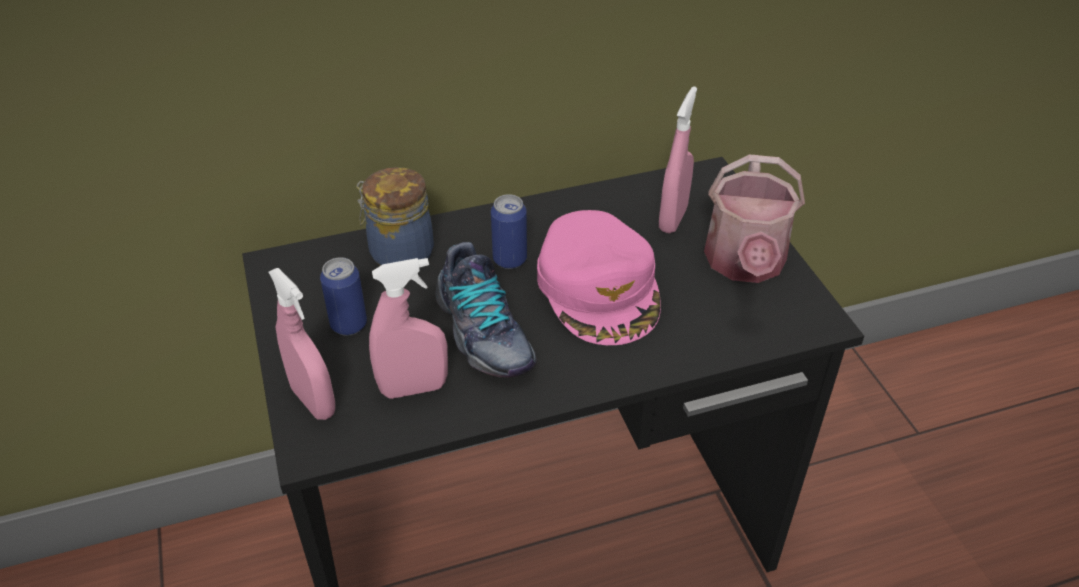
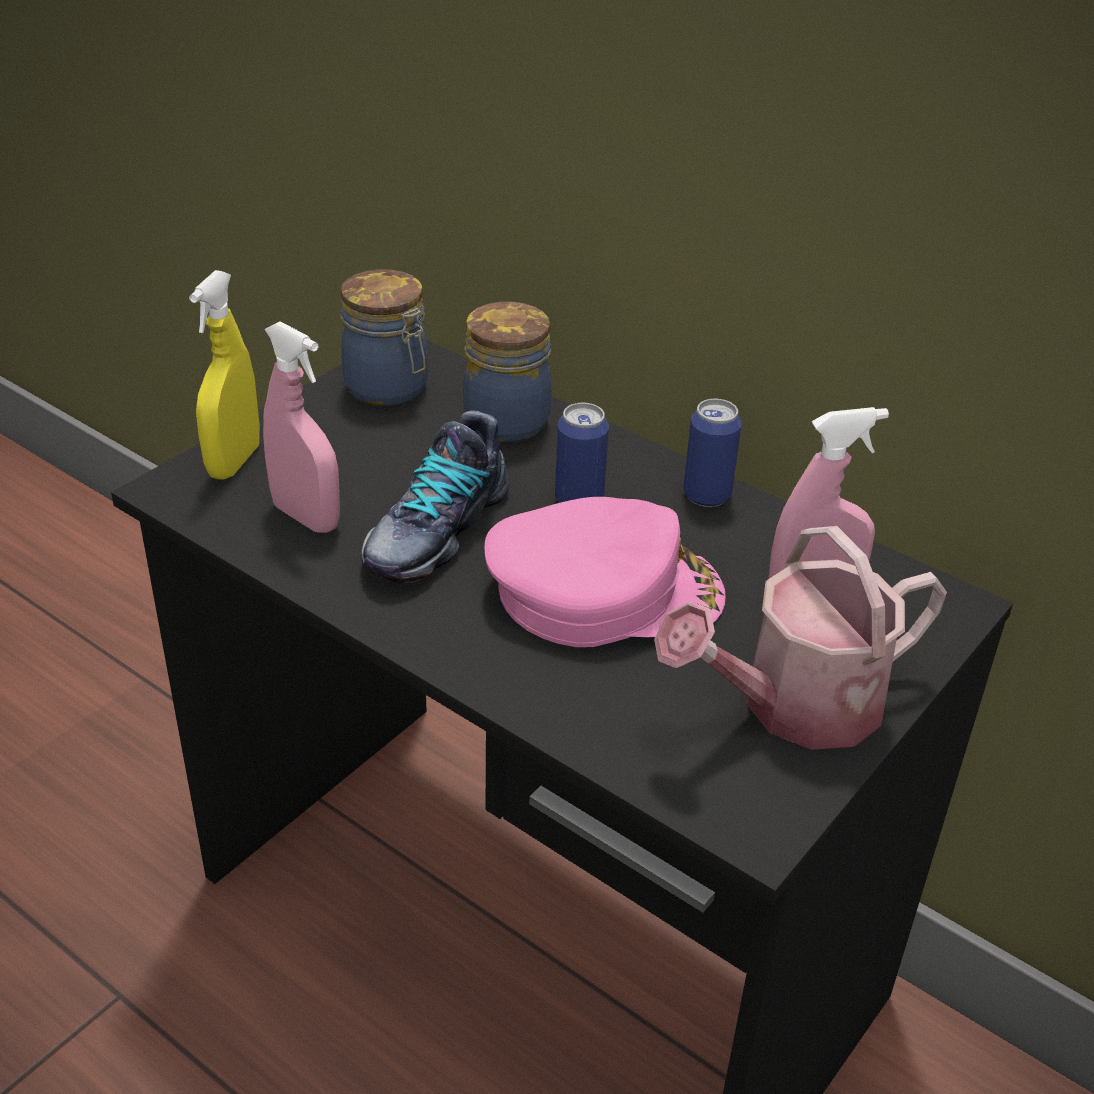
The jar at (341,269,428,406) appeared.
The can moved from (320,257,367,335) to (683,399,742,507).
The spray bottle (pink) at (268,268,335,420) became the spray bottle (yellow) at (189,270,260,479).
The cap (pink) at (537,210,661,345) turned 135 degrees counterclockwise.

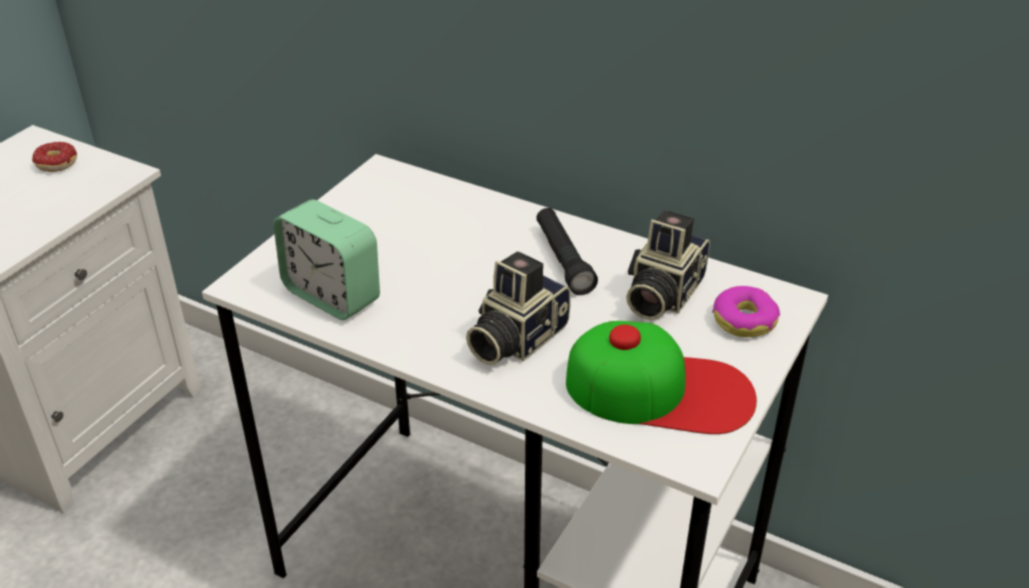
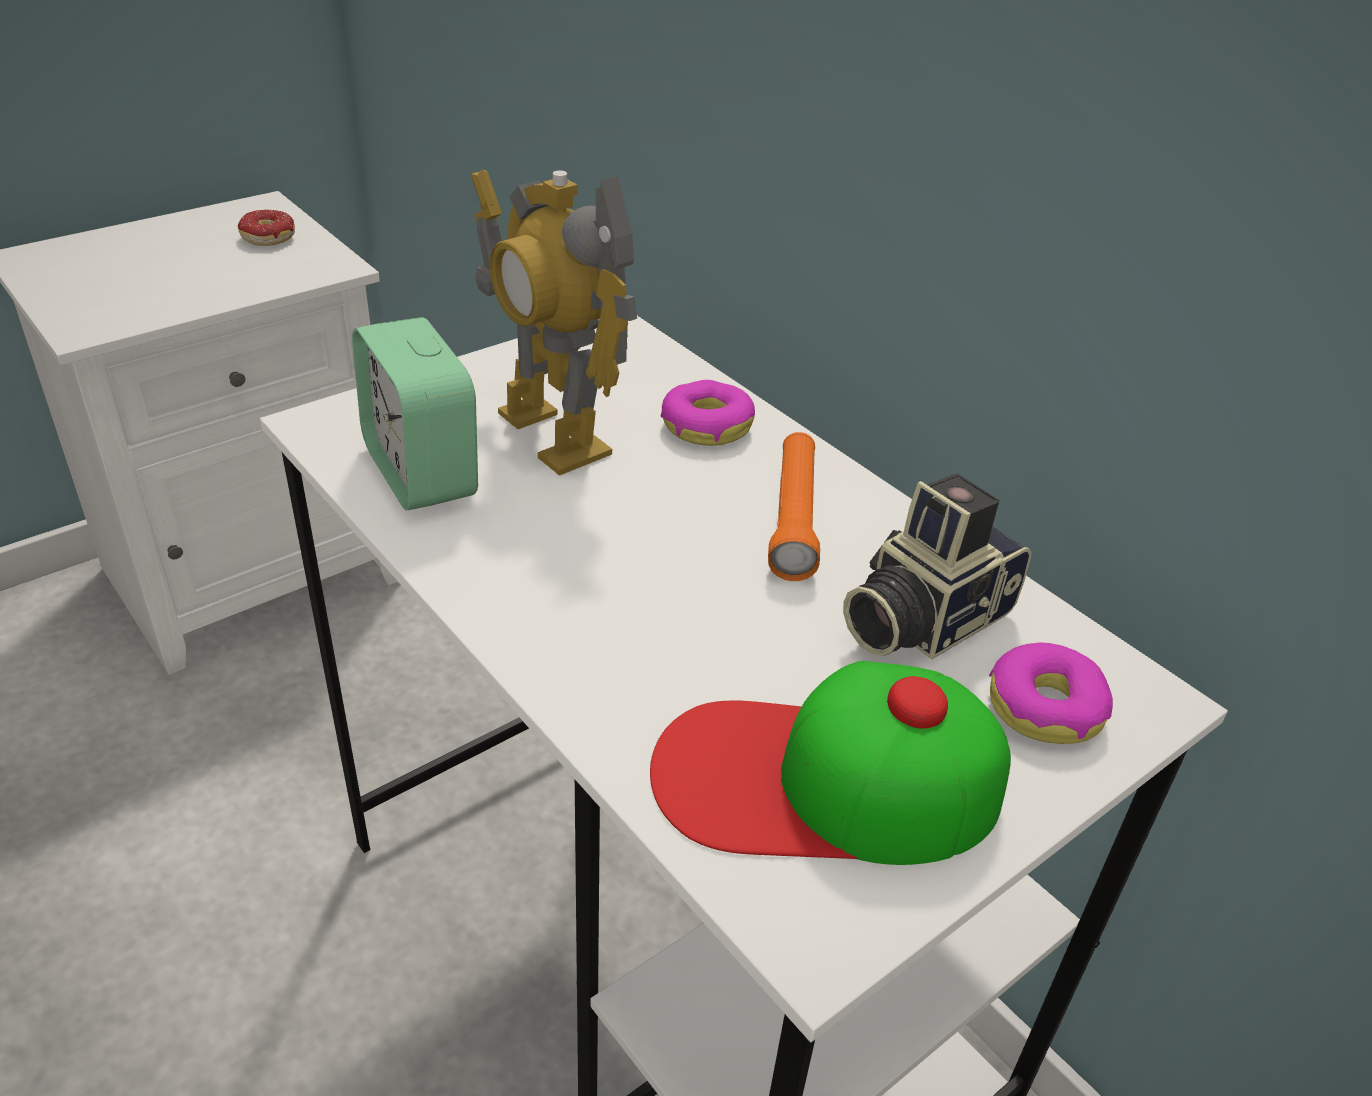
The photo camera at (466,251,571,365) disappeared.
The toy robot at (471,169,637,476) appeared.
The donut at (661,380,755,446) appeared.
The flashlight (black) at (536,208,598,295) became the flashlight (orange) at (768,432,820,581).
The cap at (566,321,757,434) turned 150 degrees clockwise.

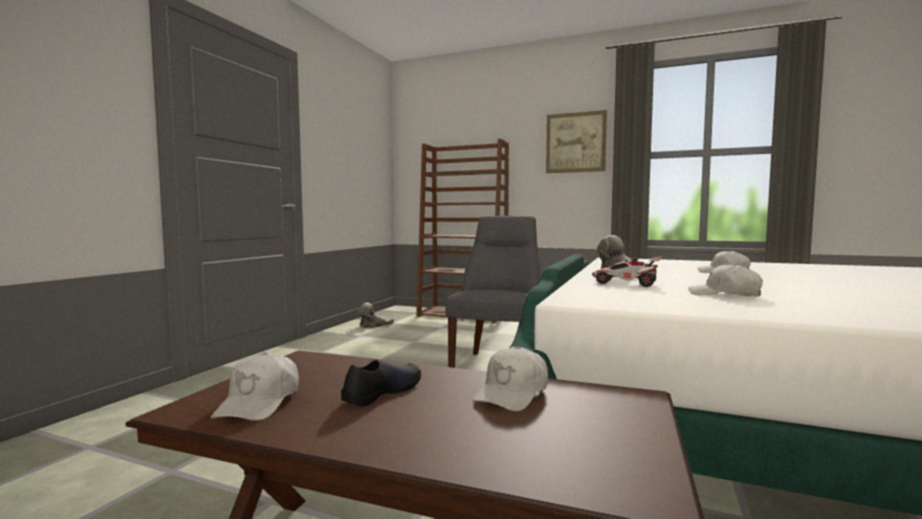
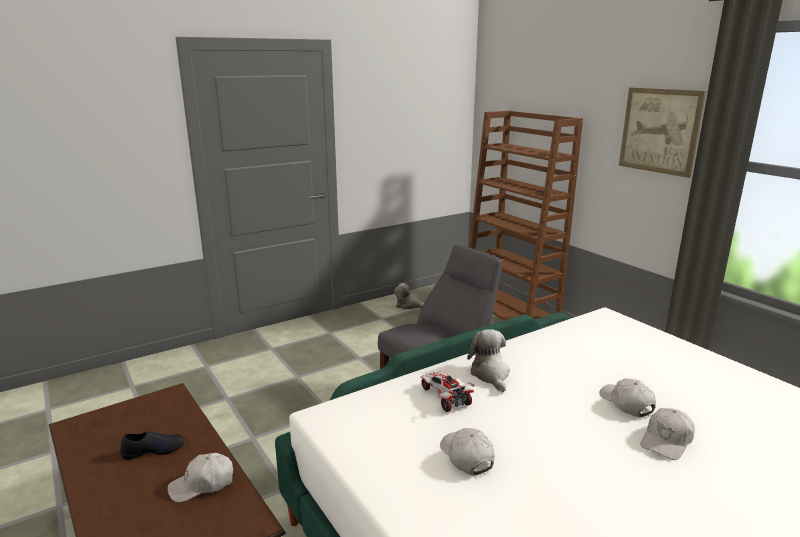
The cap (white) moved from (211,352,299,421) to (641,408,695,460).

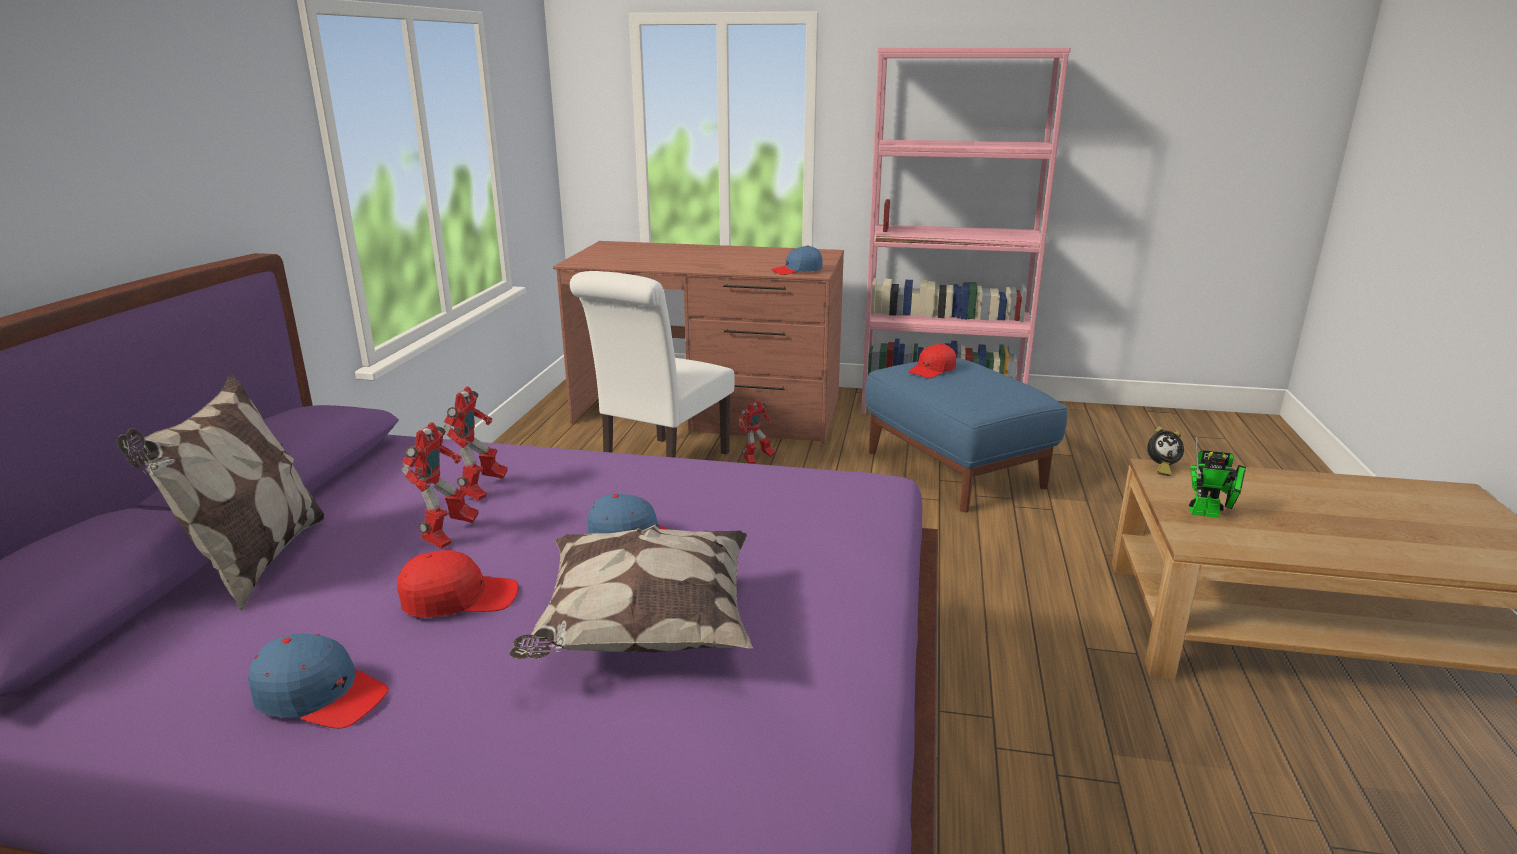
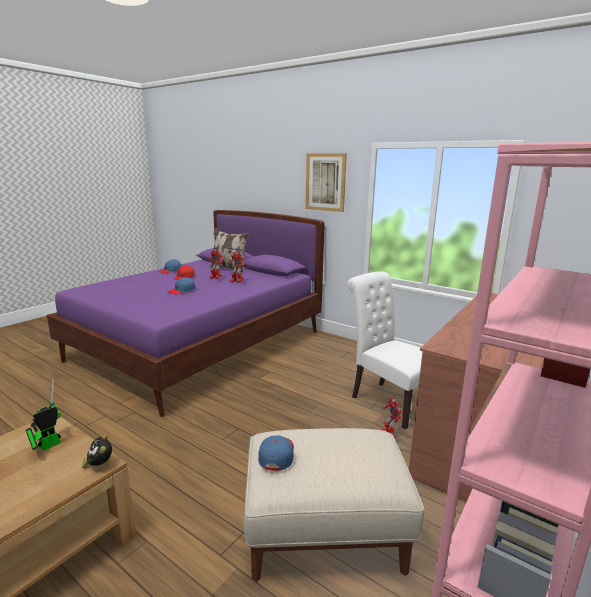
The pillow at (509,525,753,659) disappeared.
The cap (red) at (908,343,956,378) disappeared.
The picture at (305,153,347,212) appeared.
The cap (blue) moved from (771,245,823,275) to (258,435,294,471).
The ottoman (blue) at (865,358,1067,512) became the ottoman (beige) at (244,428,424,582).
The alarm clock at (1147,426,1184,476) turned 45 degrees counterclockwise.

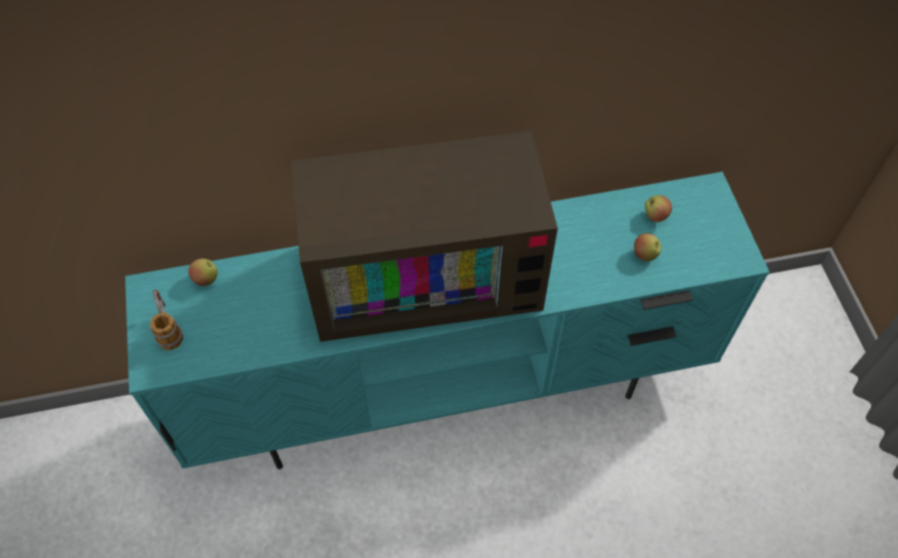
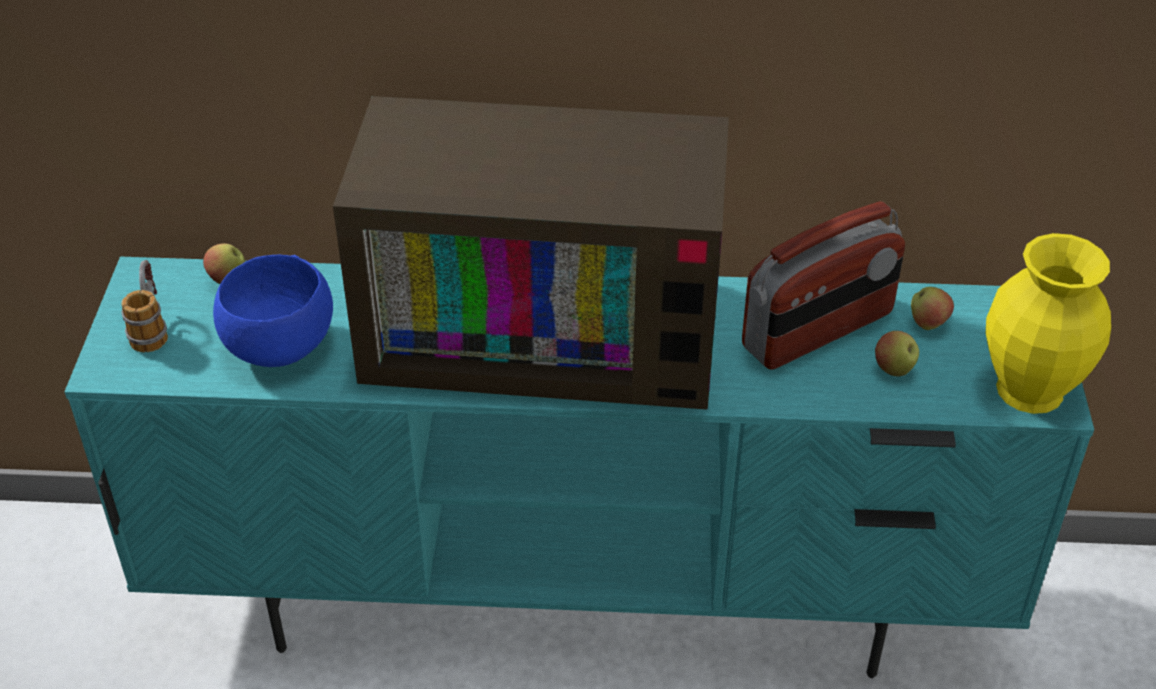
The bowl (blue) at (213,255,333,367) appeared.
The radio at (742,201,905,370) appeared.
The vase (yellow) at (986,233,1111,414) appeared.

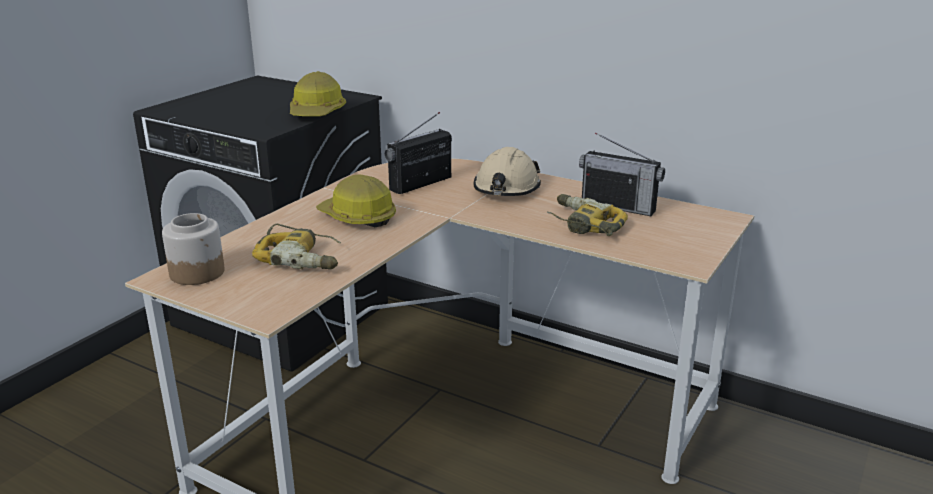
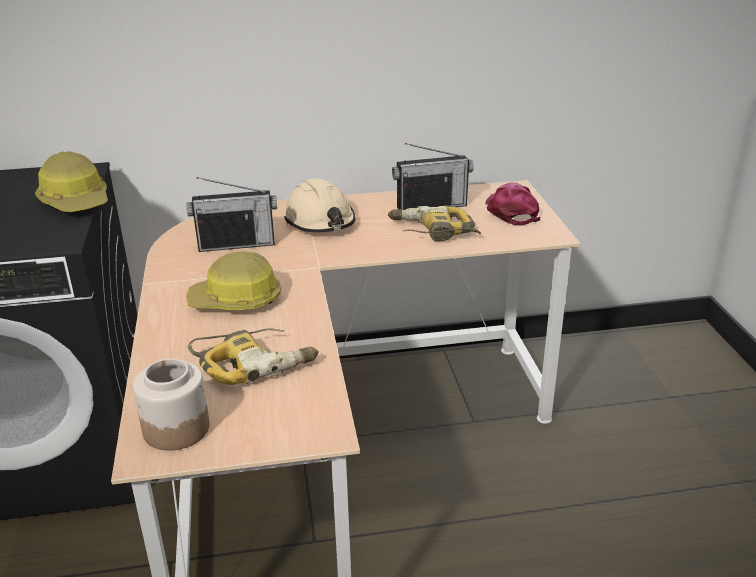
The cap (pink) at (485,182,540,225) appeared.
The radio at (384,112,452,194) turned 105 degrees counterclockwise.

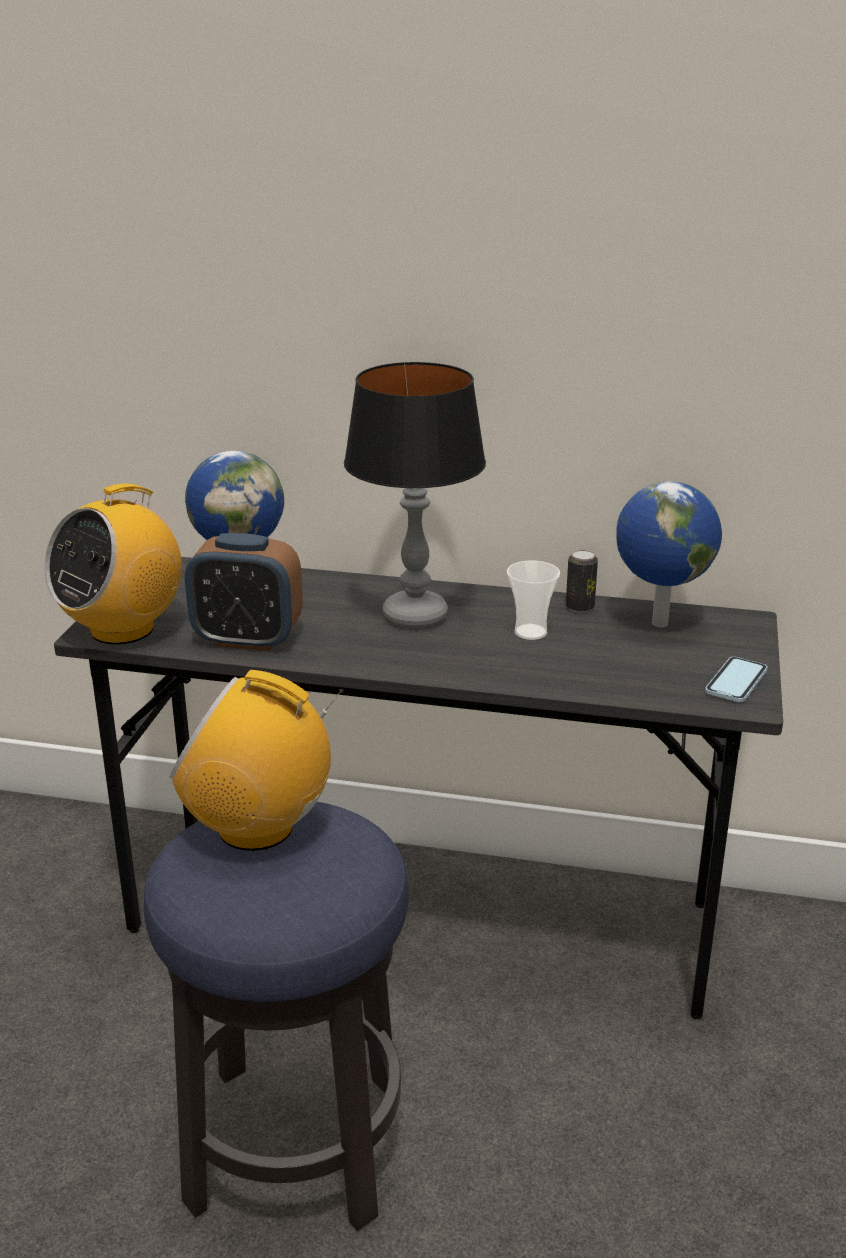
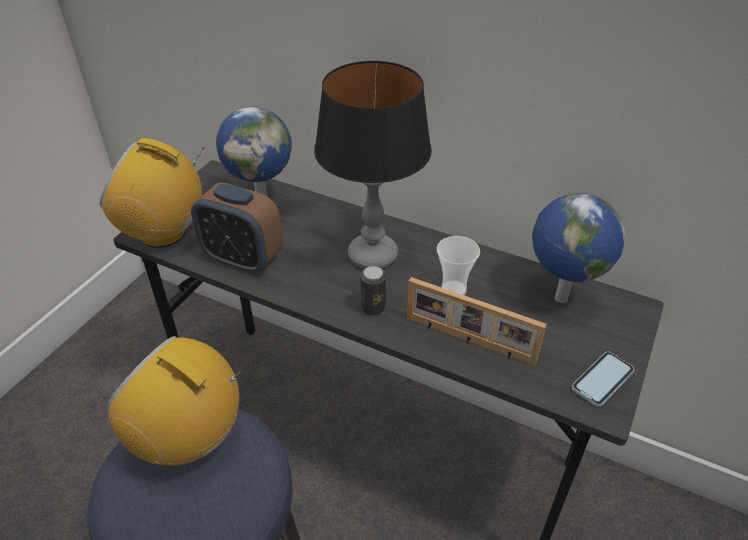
The picture frame at (407,277,547,366) appeared.
The can moved from (566,550,598,612) to (360,266,386,315).
The radio at (44,484,182,644) turned 45 degrees clockwise.

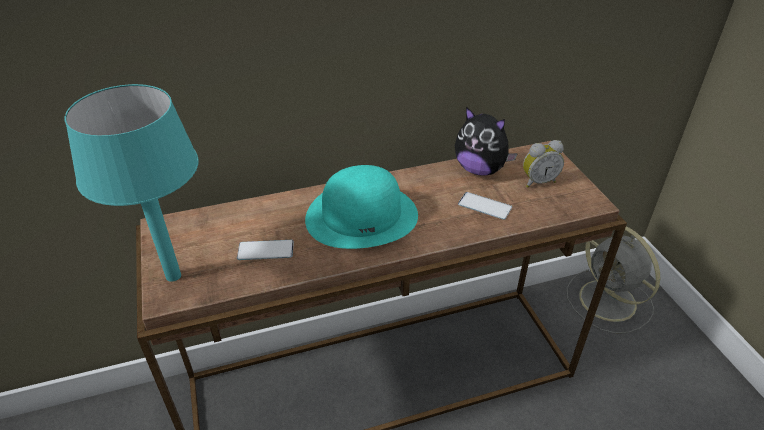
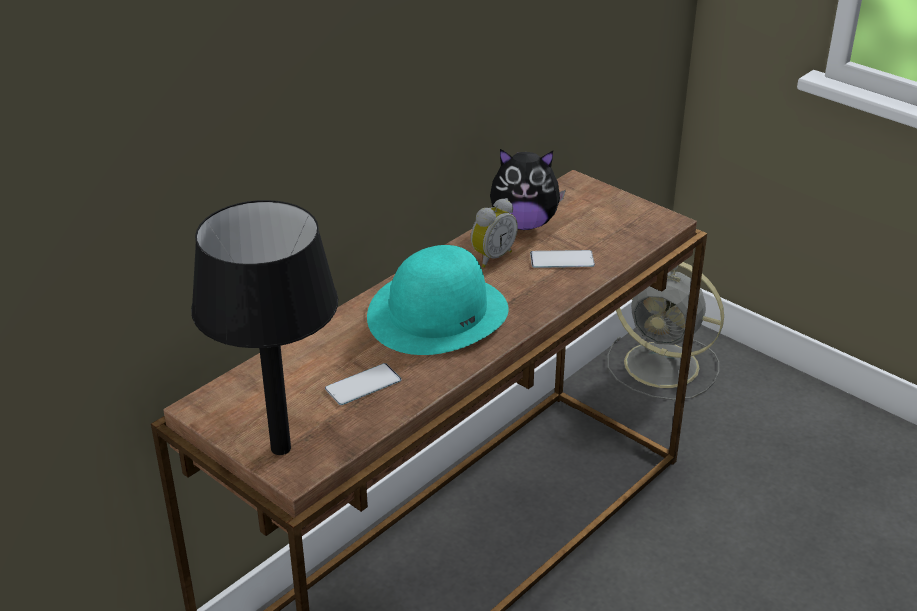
The alarm clock moved from (523,140,564,188) to (471,198,518,268).
The table lamp (turquoise) at (65,84,199,282) became the table lamp (black) at (191,200,338,455).

